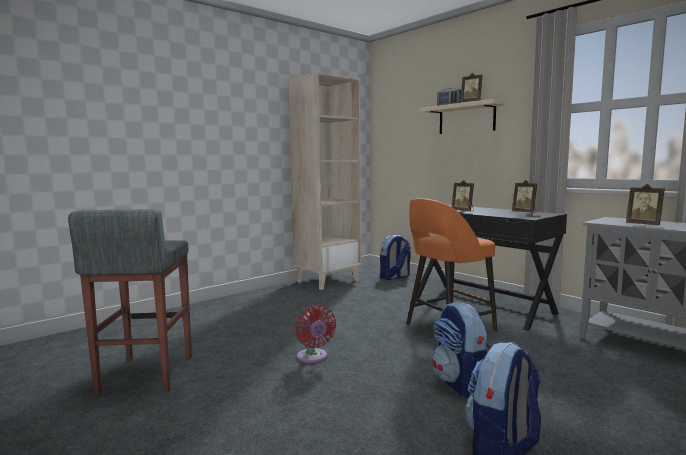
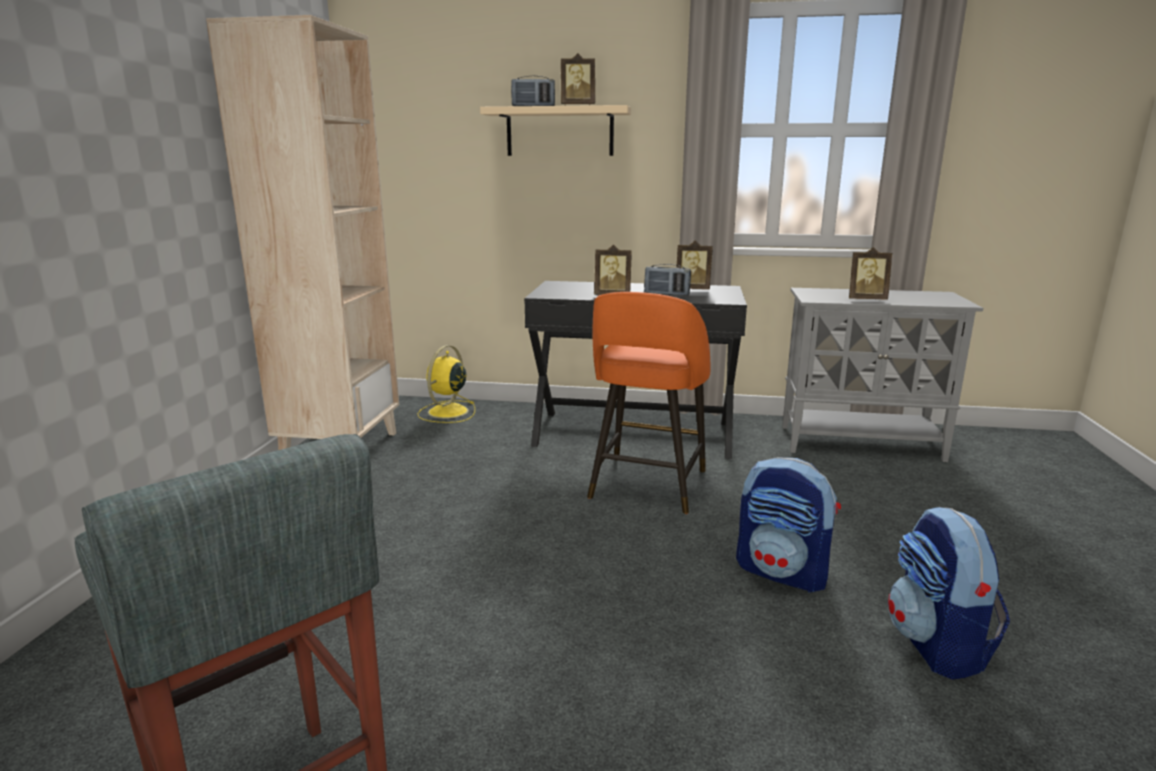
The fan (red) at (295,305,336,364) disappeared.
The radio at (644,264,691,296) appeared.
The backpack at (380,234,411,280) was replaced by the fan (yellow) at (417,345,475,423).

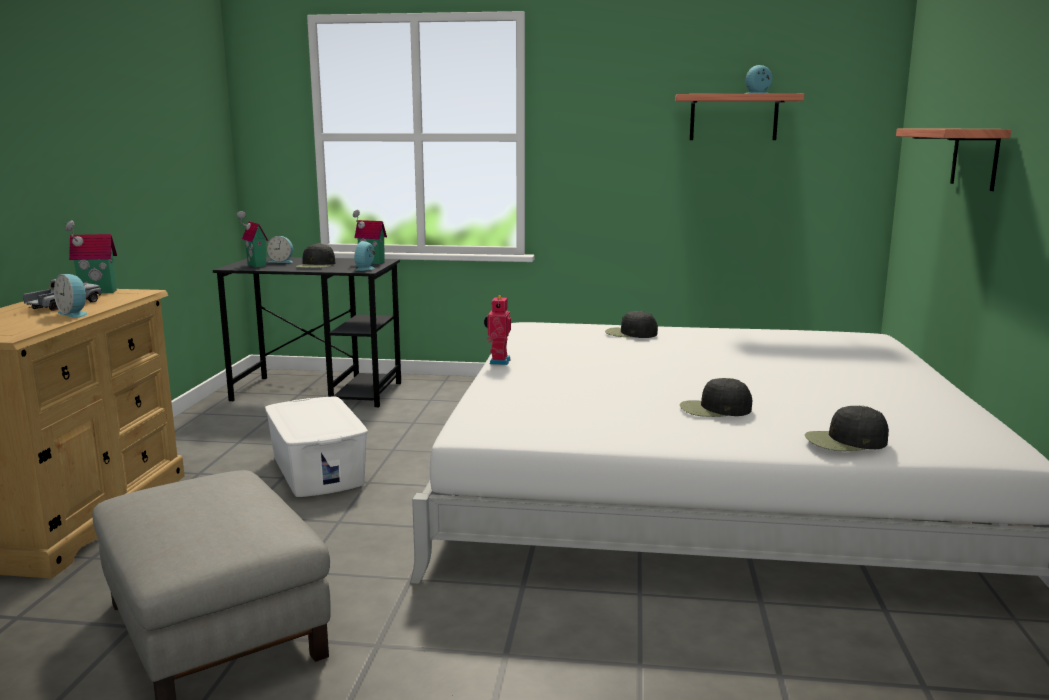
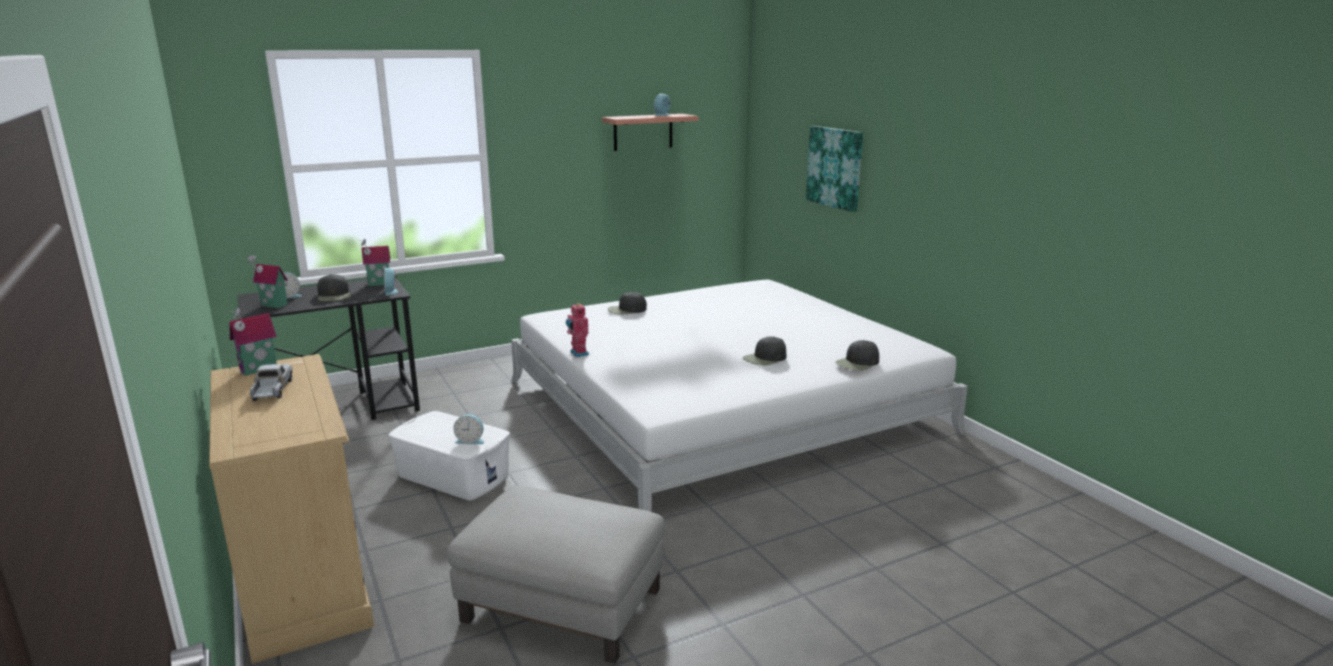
The alarm clock moved from (54,274,88,318) to (453,414,484,444).
The shelf at (896,129,1011,191) was replaced by the picture at (806,126,863,212).

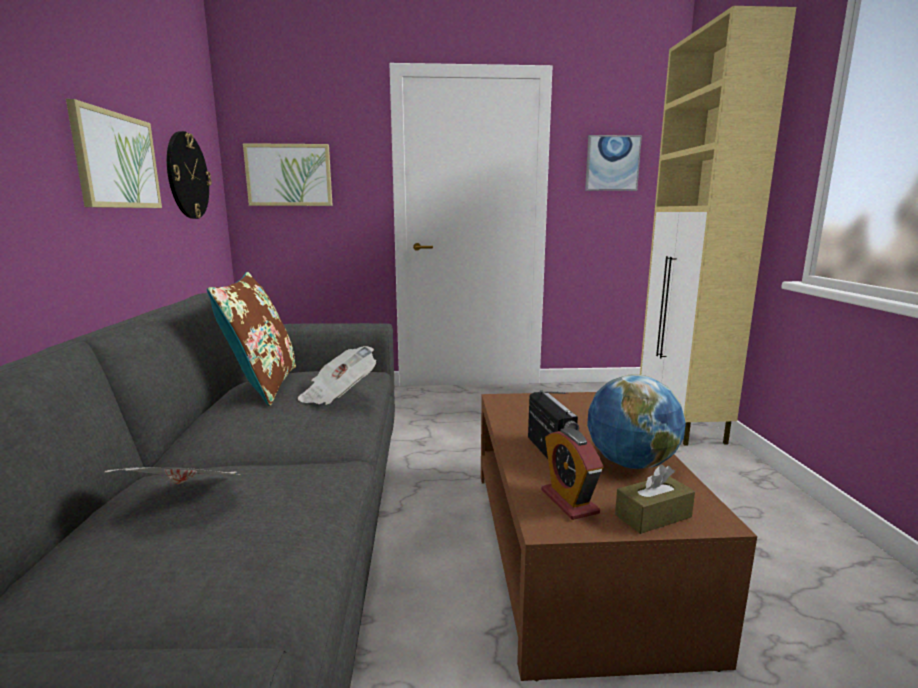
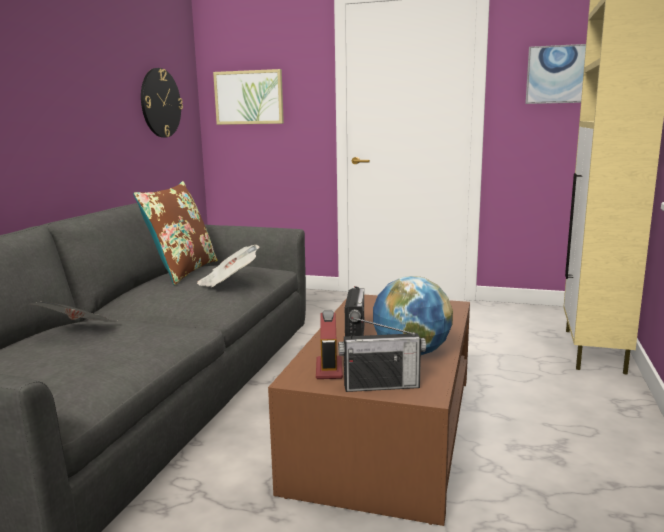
The picture at (66,99,162,208) disappeared.
The tissue box (brown) at (615,465,695,534) was replaced by the radio at (338,317,426,392).

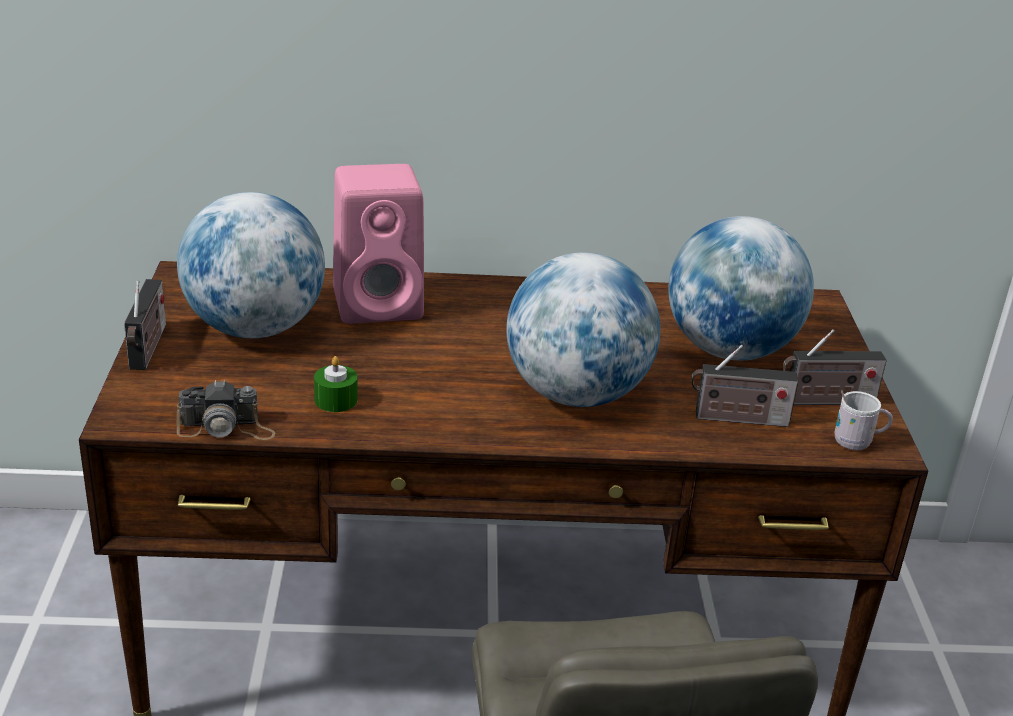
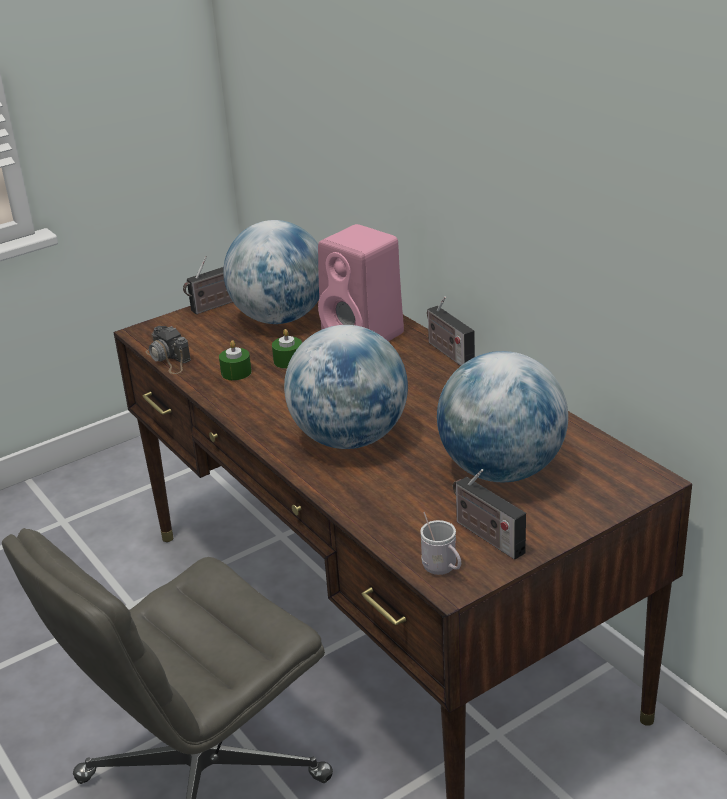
The candle (green) at (272,329,302,369) appeared.
The radio moved from (691,345,798,427) to (427,296,475,366).

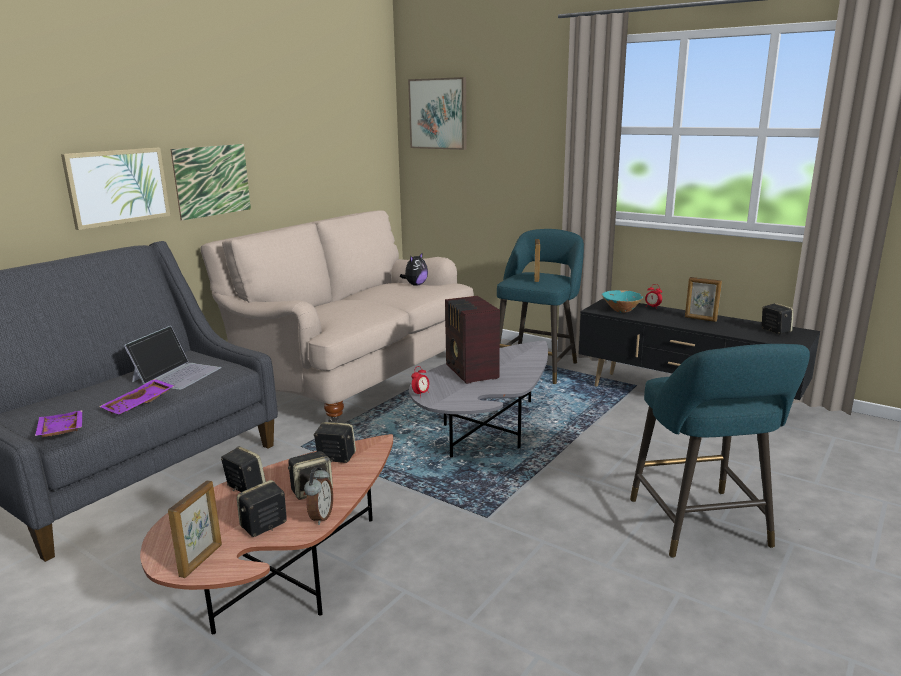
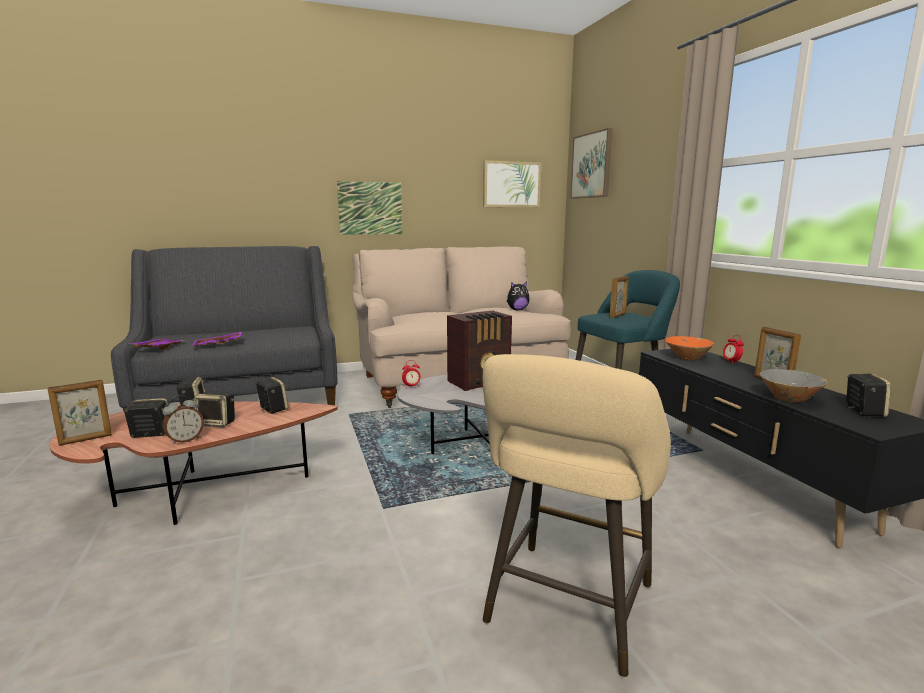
The laptop at (124,326,221,390) disappeared.
The bowl (grey) at (760,369,828,402) appeared.
The picture moved from (61,148,170,230) to (483,160,541,207).
The bowl (turquoise) at (602,290,643,313) became the bowl (orange) at (665,336,714,361).
The stool (turquoise) at (630,344,810,558) became the stool (beige) at (483,354,671,678).
The radio at (445,296,500,384) turned 135 degrees counterclockwise.

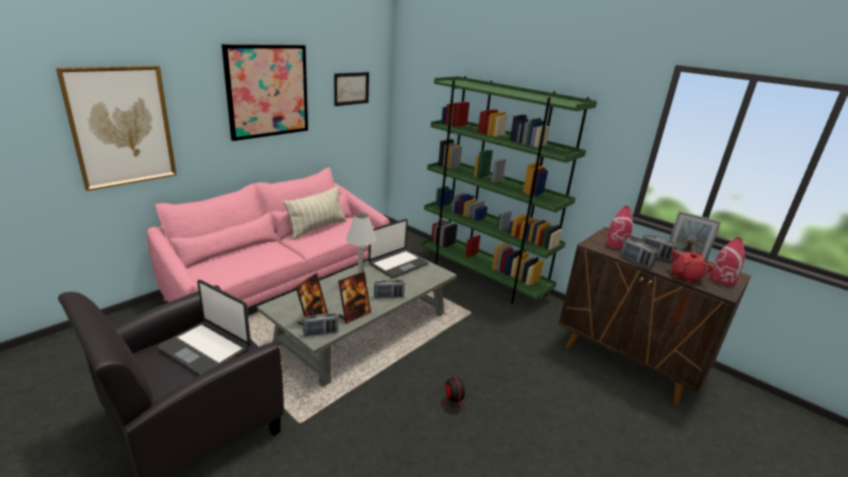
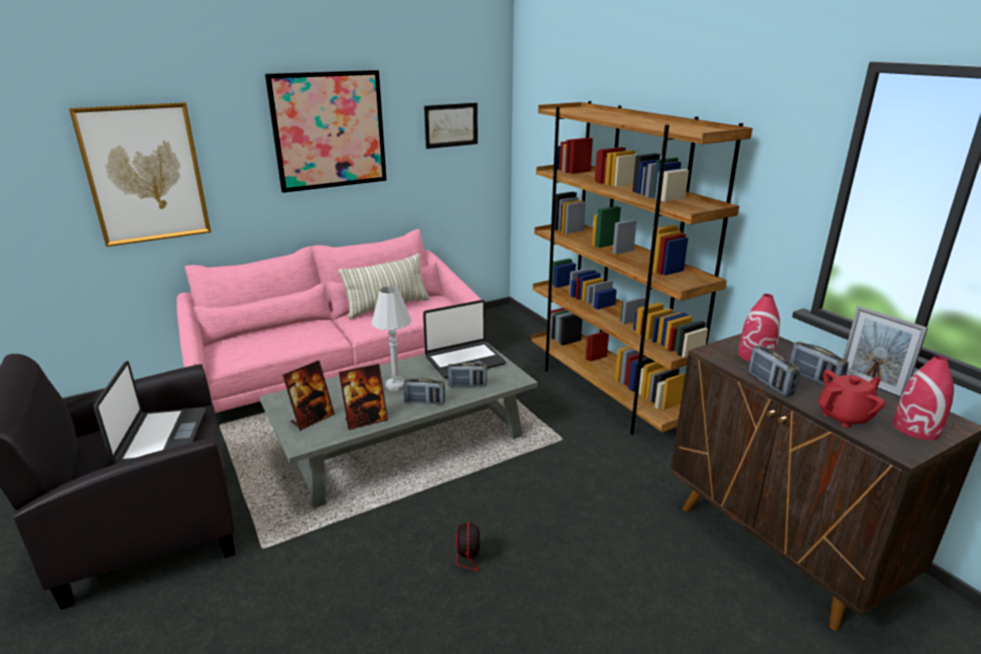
The radio moved from (303,313,338,337) to (448,362,487,387).
The bookcase (green) at (421,76,597,304) became the bookcase (brown) at (531,101,753,435).
The laptop at (157,280,251,375) turned 150 degrees counterclockwise.

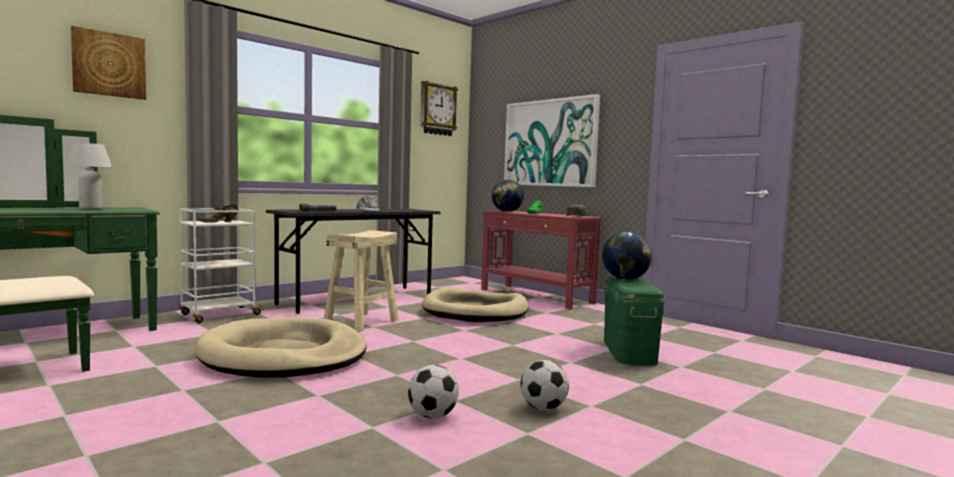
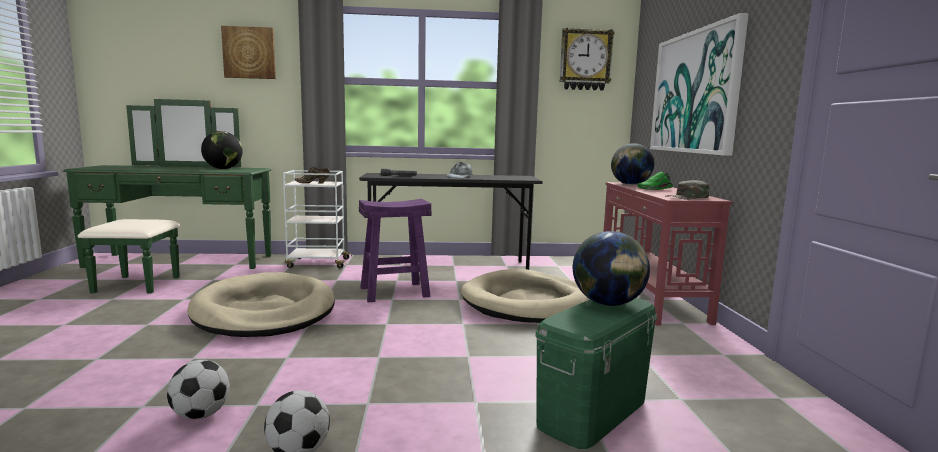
The table lamp (white) at (66,143,112,209) was replaced by the globe at (201,131,243,169).
The stool (beige) at (323,230,399,332) became the stool (purple) at (358,199,432,302).

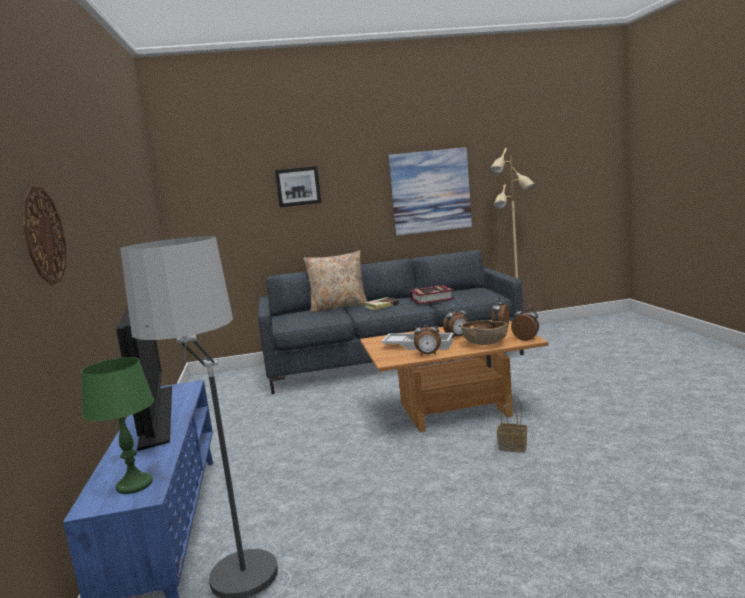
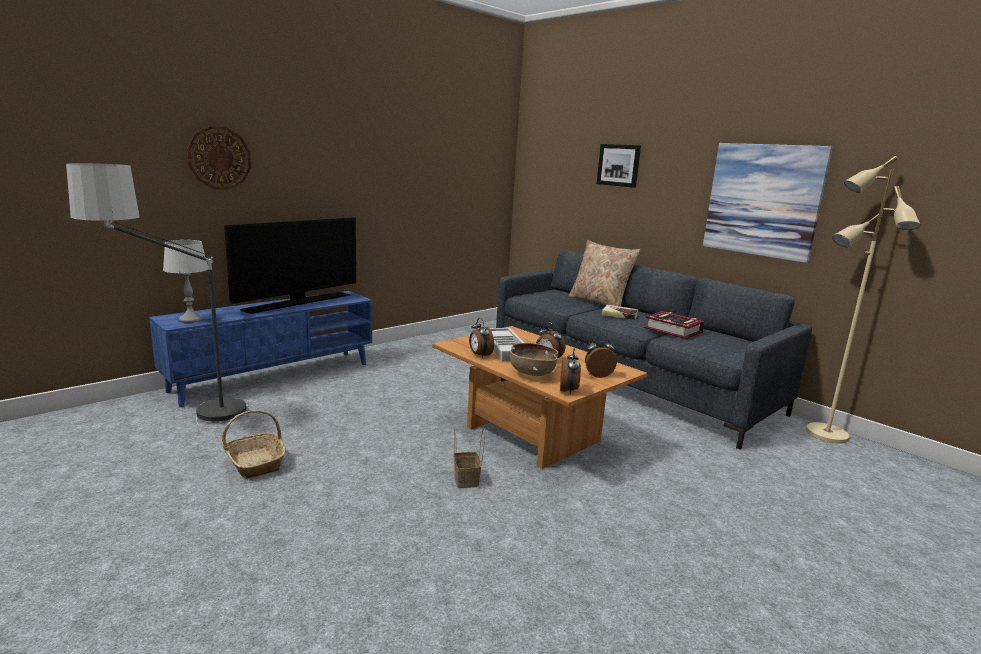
The basket at (222,410,286,479) appeared.
The table lamp (green) at (81,357,154,494) became the table lamp (grey) at (163,240,208,323).

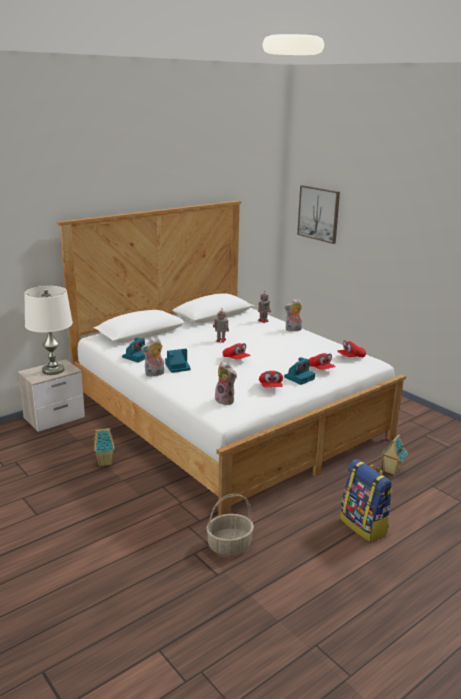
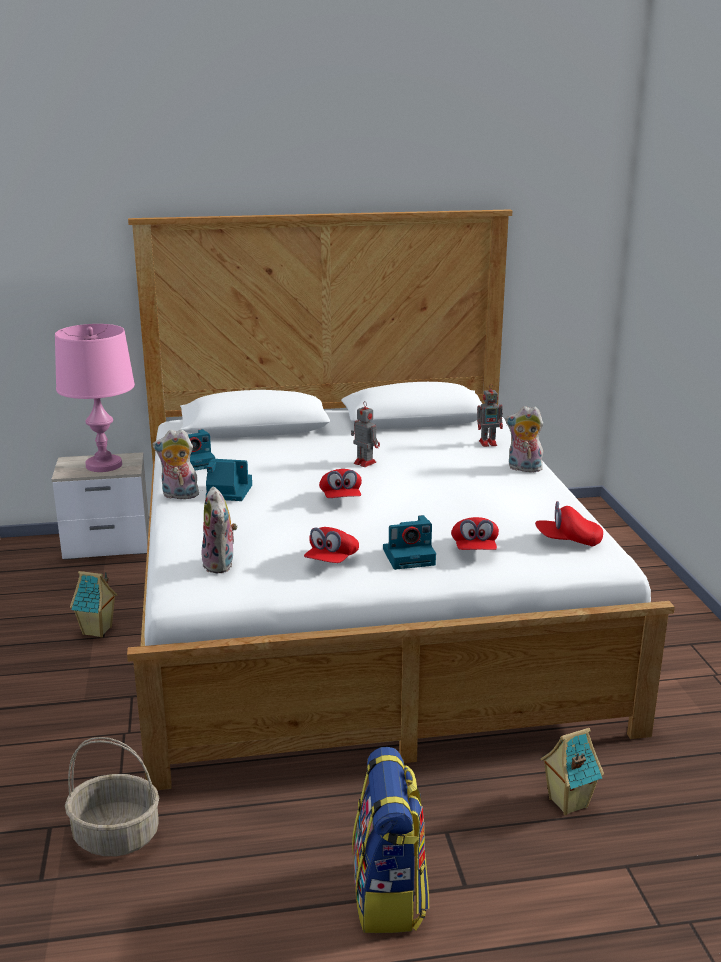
The picture at (297,185,340,244) disappeared.
The table lamp (white) at (24,286,73,375) became the table lamp (pink) at (55,324,135,472).

